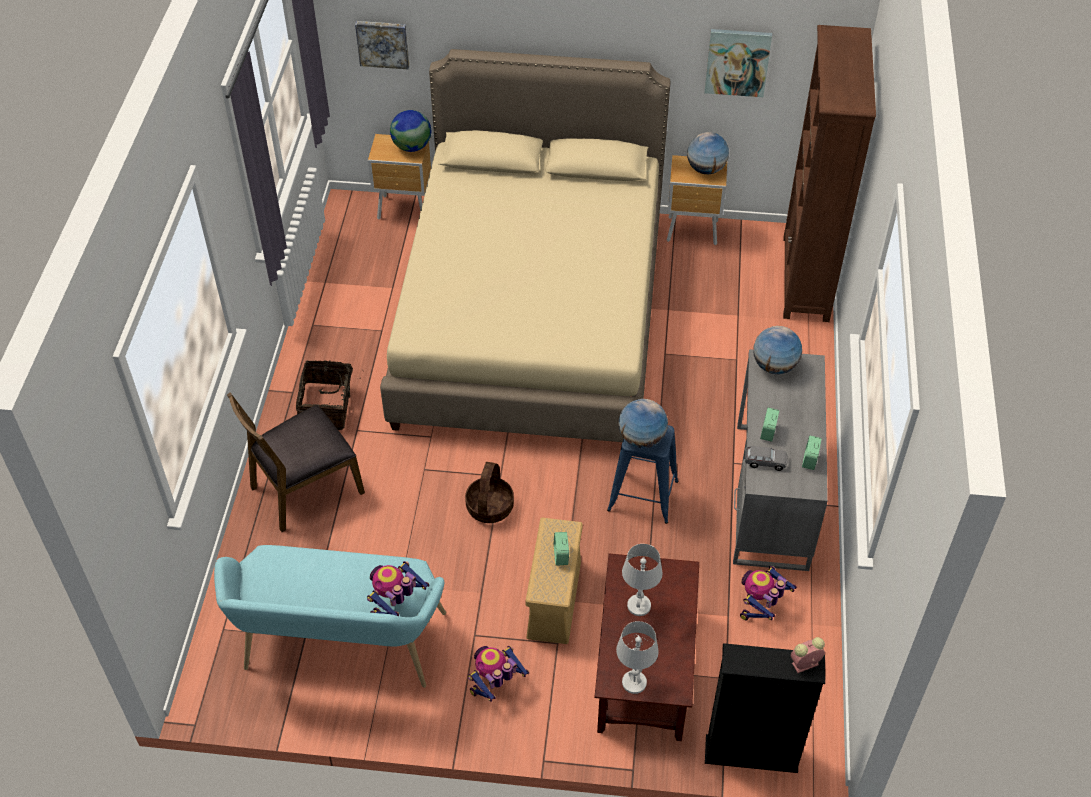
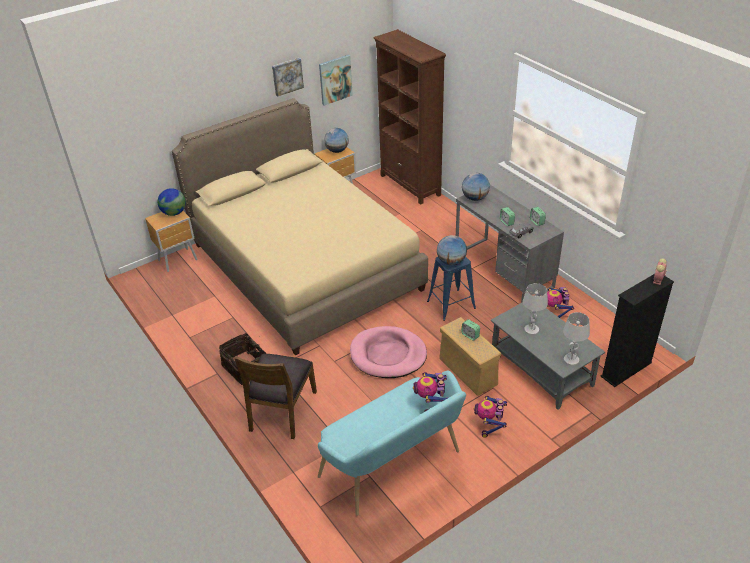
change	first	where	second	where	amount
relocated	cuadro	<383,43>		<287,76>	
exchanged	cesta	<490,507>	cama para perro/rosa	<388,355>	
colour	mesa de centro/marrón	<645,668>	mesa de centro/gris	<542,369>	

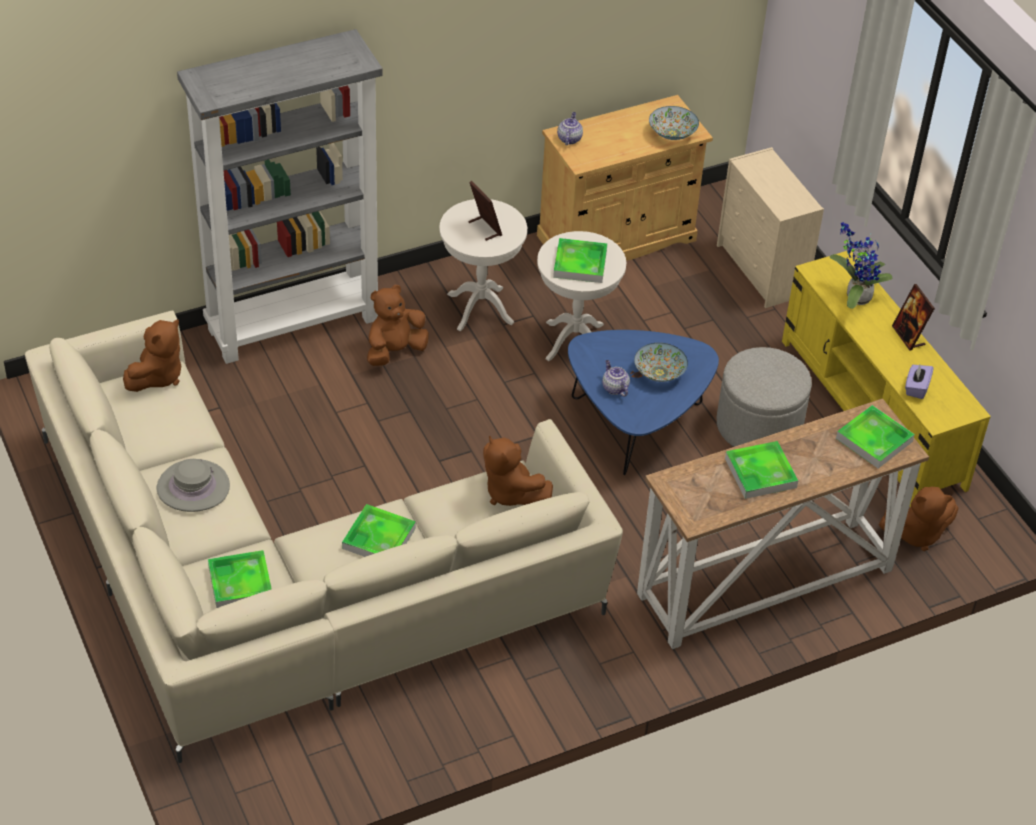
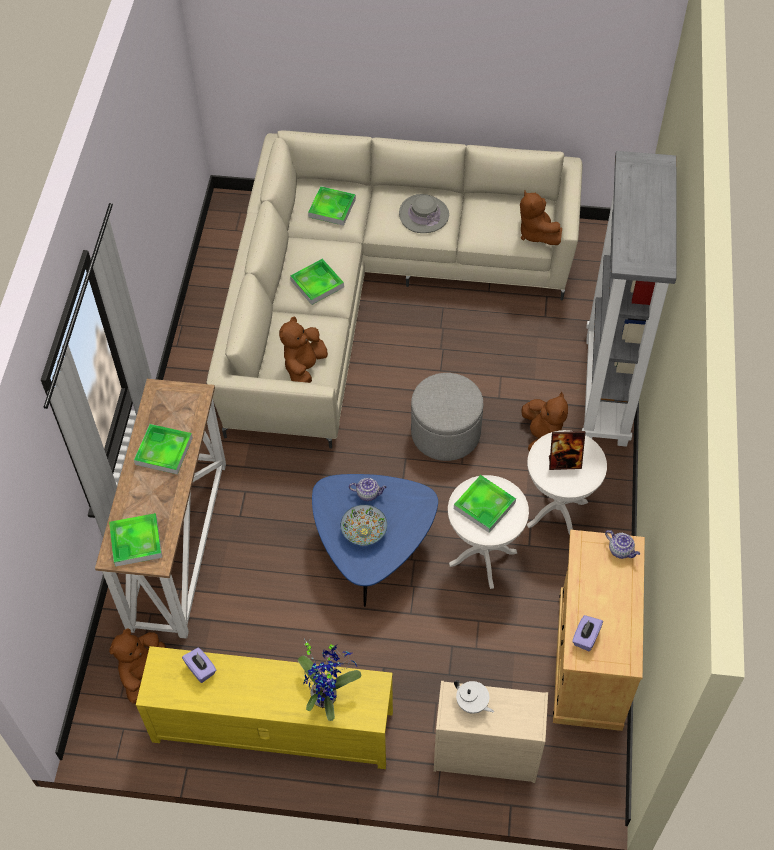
change	first	where	second	where	amount
spun	peluche/marrón	<510,492>		<304,367>	60 degrees counterclockwise
relocated	puf/gris	<759,426>		<445,433>	
appeared			tetera/blanco	<472,704>	
exchanged	cuenco	<672,133>	caja de pañuelos/morado	<585,637>	
missing	portarretratos	<908,336>			

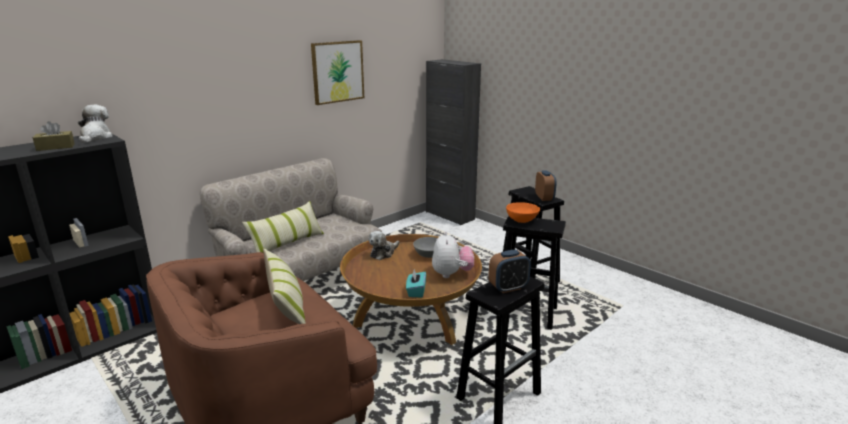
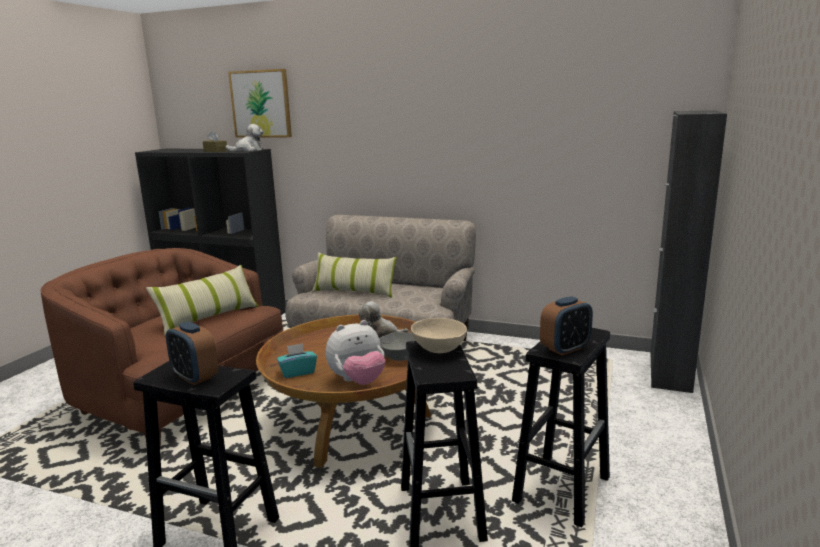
change	first	where	second	where	amount
relocated	cuadro	<337,72>		<261,104>	
colour	cuenco/naranja	<521,220>	cuenco/beis	<439,349>	

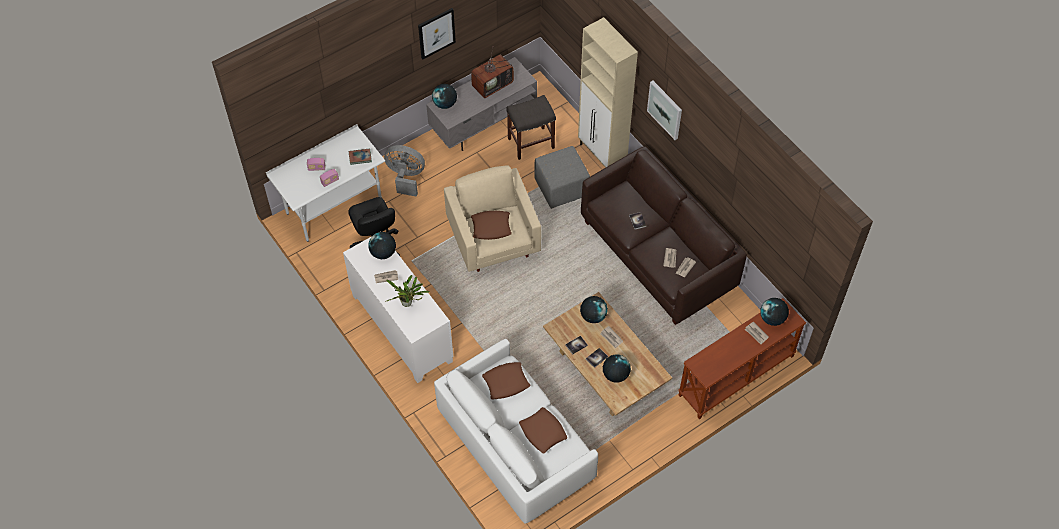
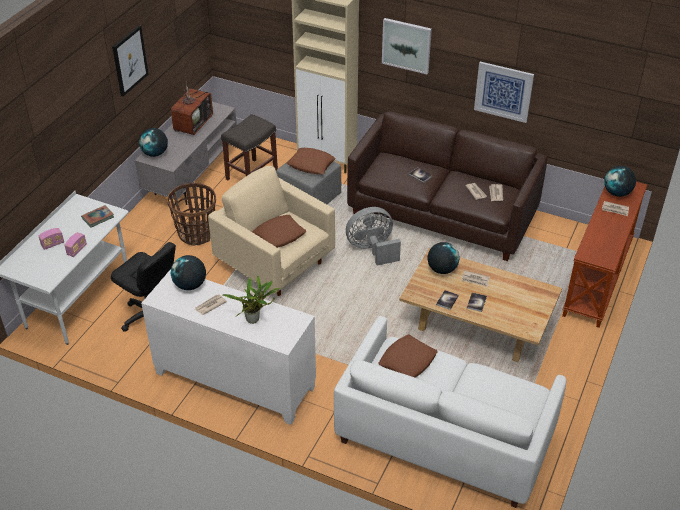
change	first	where	second	where	amount
appeared			cesta	<196,234>	
relocated	cojín/marrón	<542,432>		<311,164>	
relocated	ventilador/gris	<406,177>		<372,249>	
appeared			cuadro	<503,91>	
missing	globo terráqueo	<615,375>			

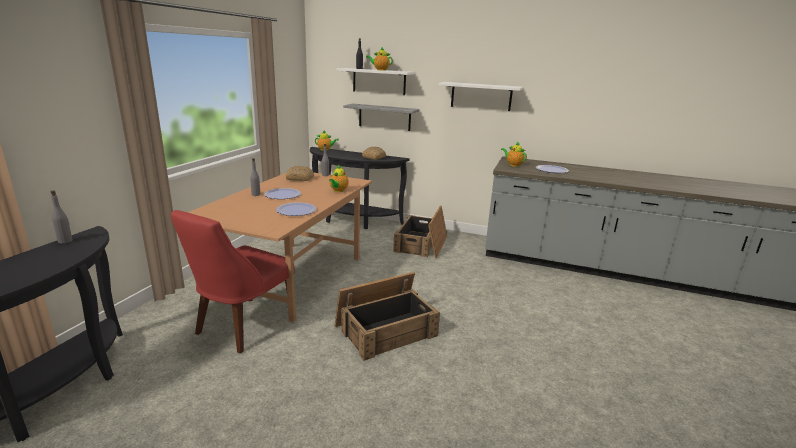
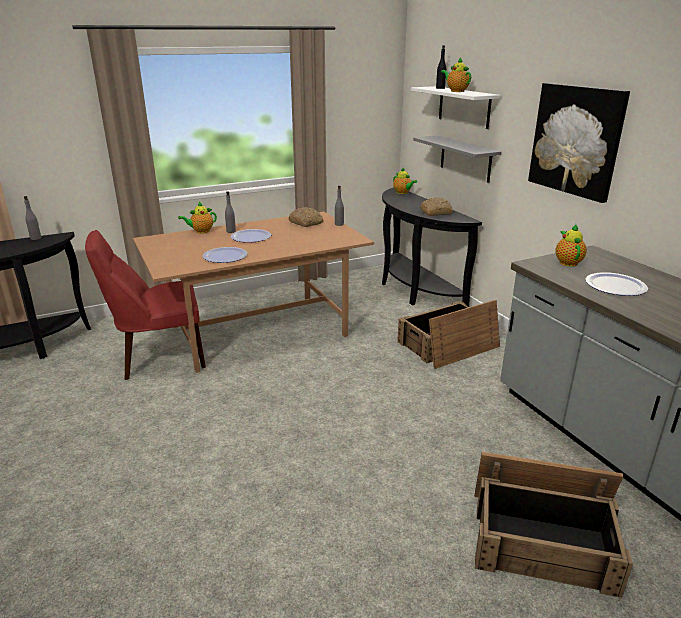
change	first	where	second	where	amount
relocated	tetera	<338,190>		<201,231>	
relocated	caja de embalaje	<386,330>		<542,539>	
exchanged	estante/blanco	<481,96>	cuadro	<576,140>	

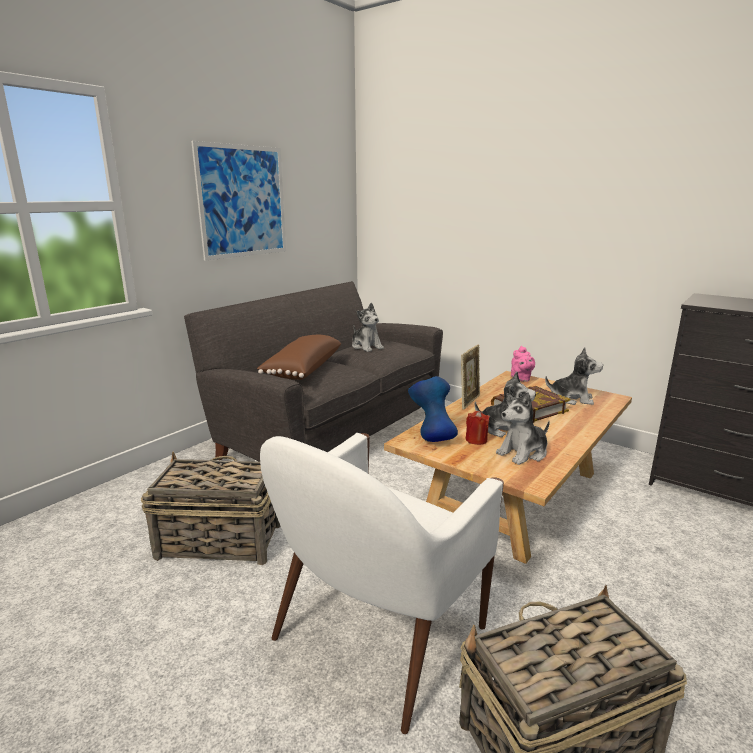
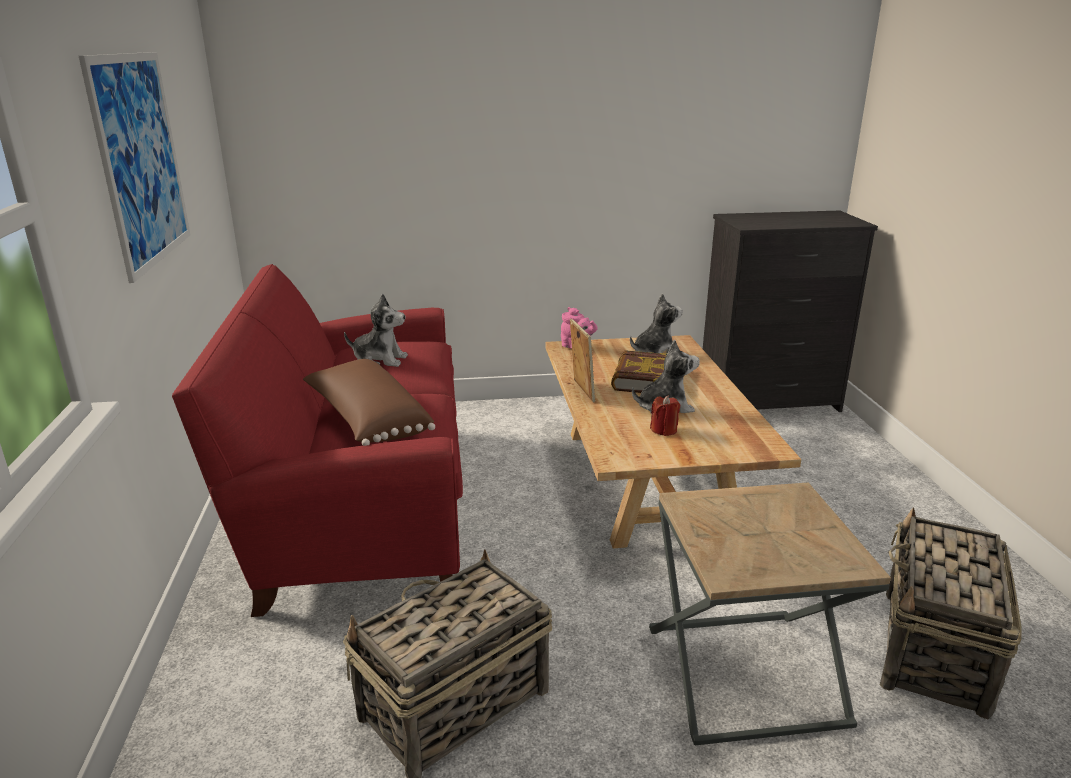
change	first	where	second	where	amount
colour	sofá/gris	<330,434>	sofá/rojo	<361,505>	
exchanged	sillón/blanco	<376,636>	mesa auxiliar/marrón	<744,675>	
missing	florero/azul	<431,438>			
missing	peluche	<523,453>			

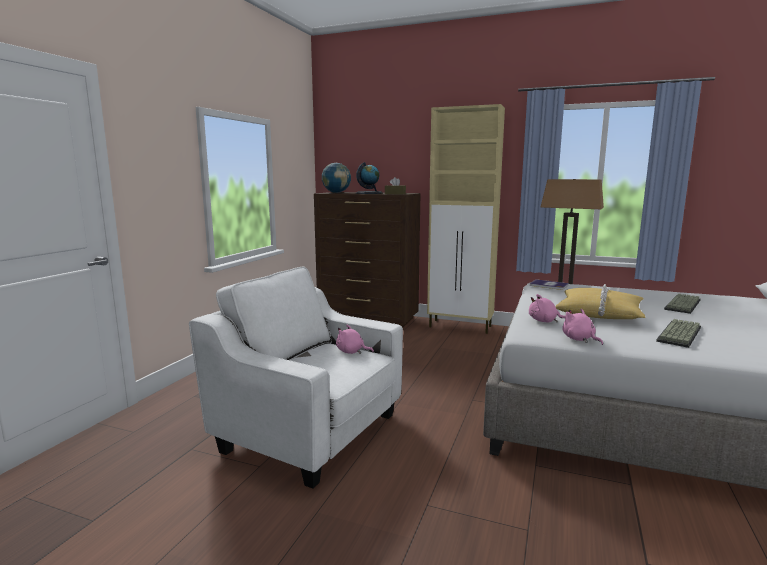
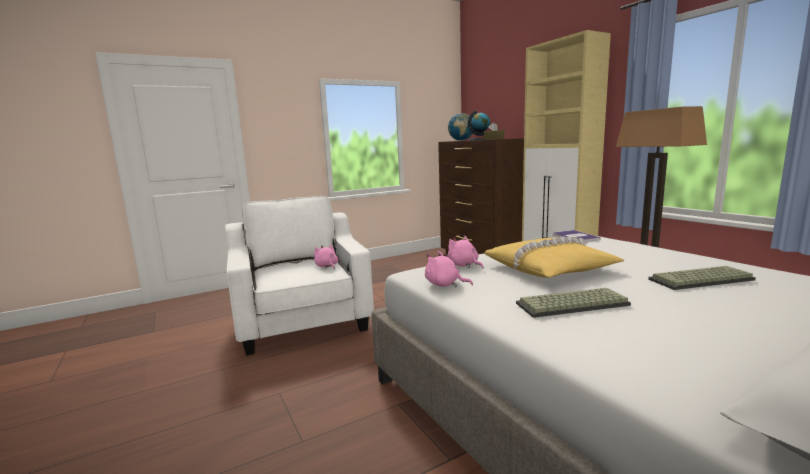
change	first	where	second	where	amount
spun	peluche/rosa	<579,339>		<444,285>	75 degrees counterclockwise

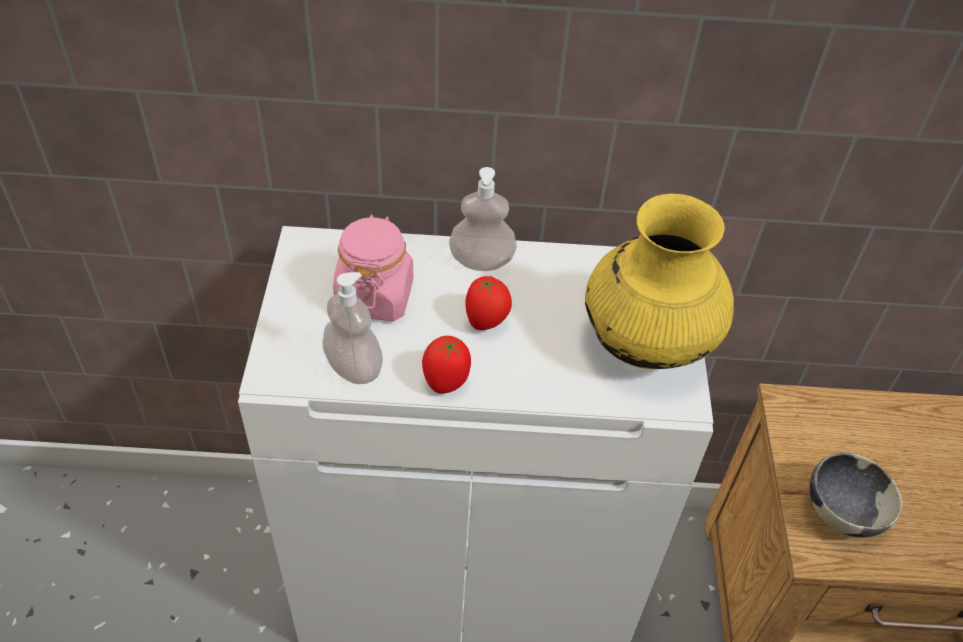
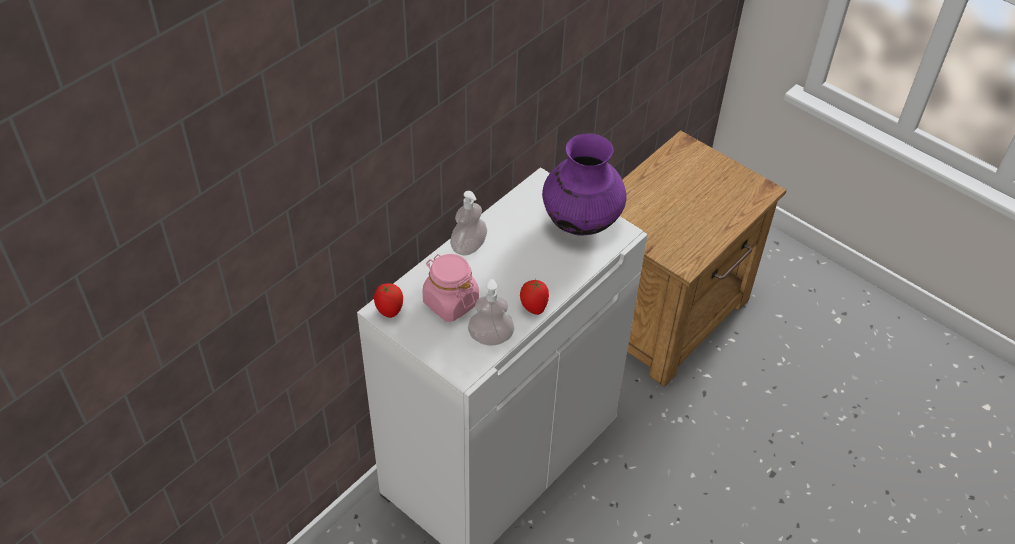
change	first	where	second	where	amount
relocated	tomate	<486,321>		<389,310>	
colour	florero/amarillo	<647,344>	florero/morado	<581,221>	
missing	cuenco	<842,512>			

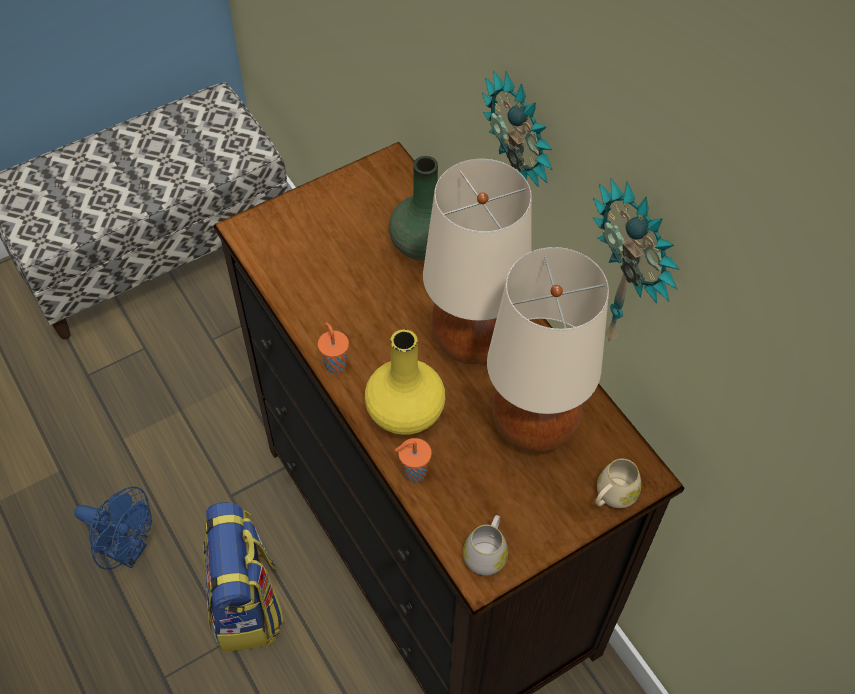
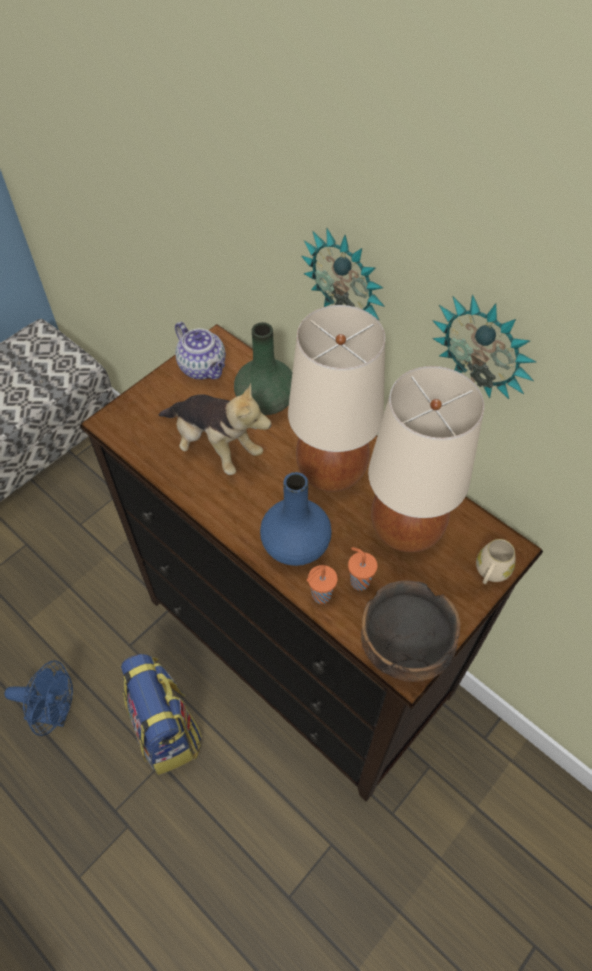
change	first	where	second	where	amount
appeared			peluche	<215,446>	
appeared			tetera	<203,368>	
colour	florero/amarillo	<405,410>	florero/azul	<296,543>	
relocated	taza/naranja	<335,364>		<359,581>	
exchanged	taza grande/blanco	<486,552>	cuenco	<405,648>	

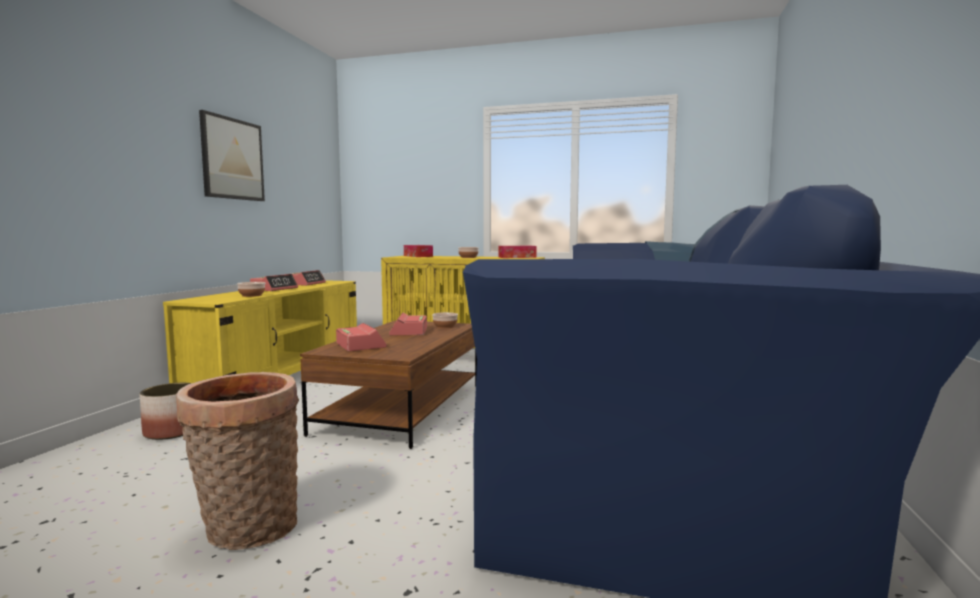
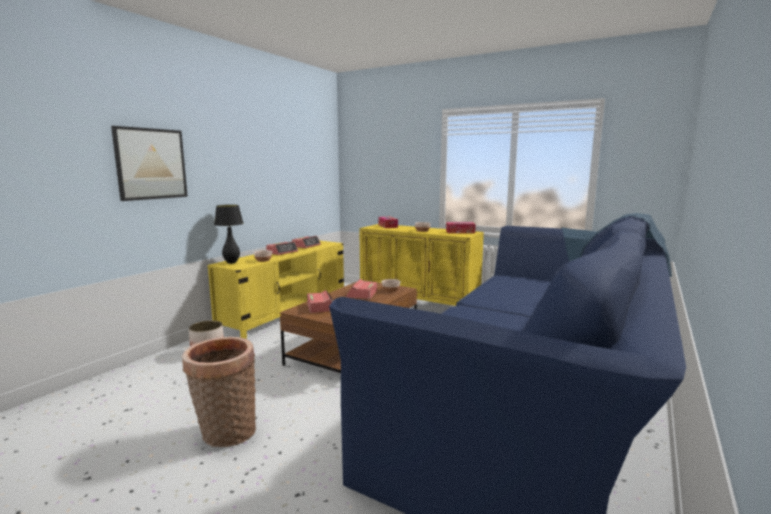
change	first	where	second	where	amount
relocated	cuadro	<232,159>		<151,164>	
appeared			lámpara de mesa/negro	<231,262>	

